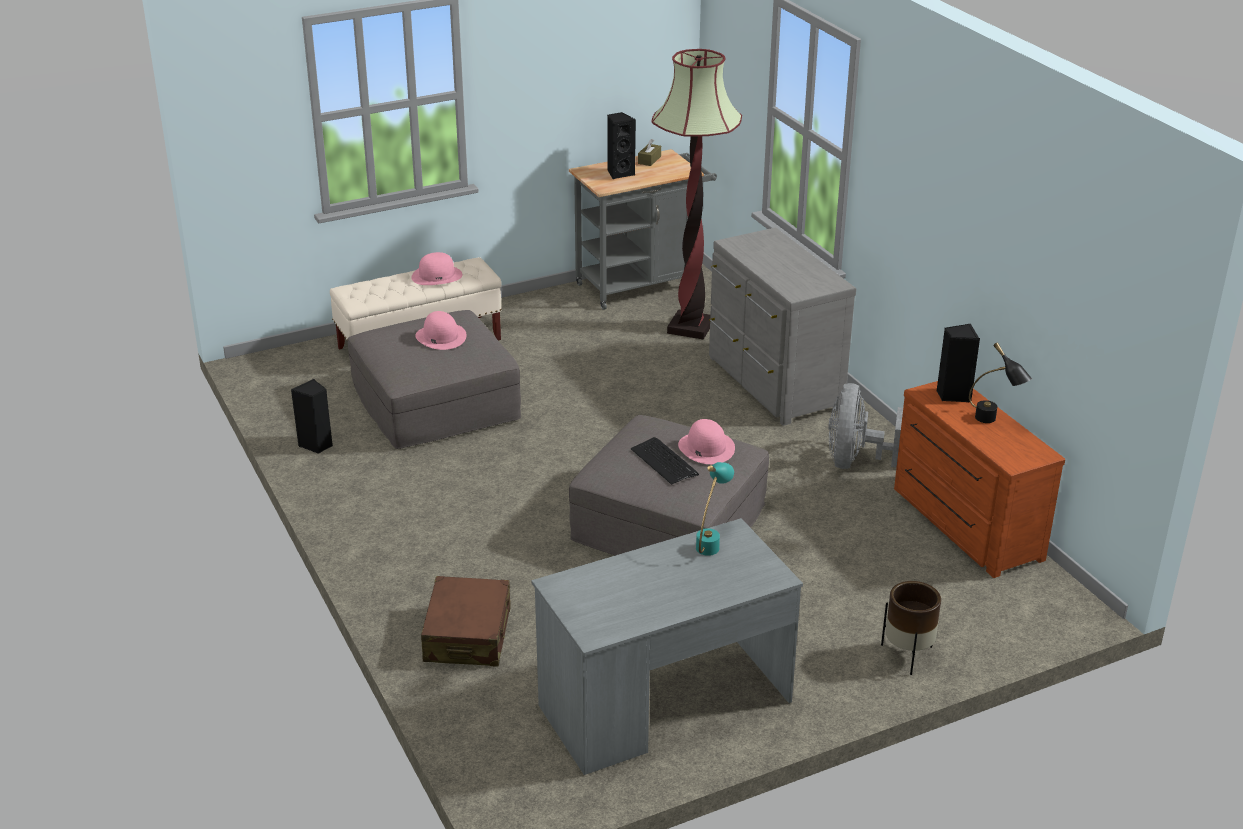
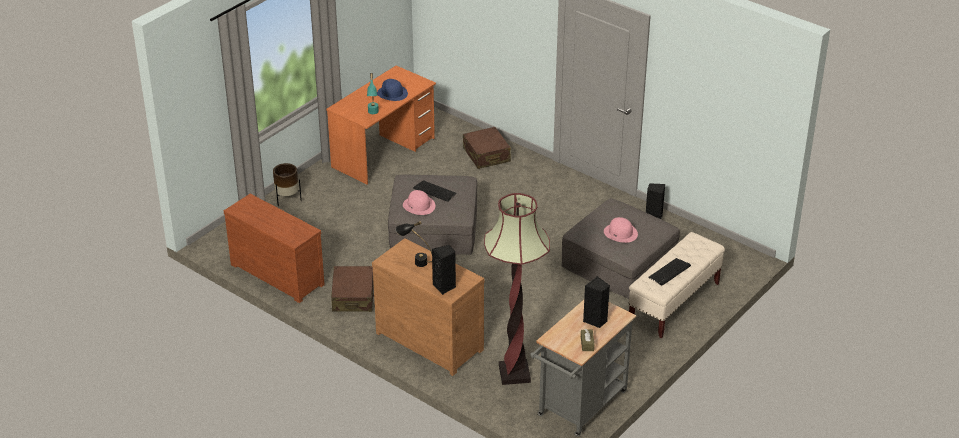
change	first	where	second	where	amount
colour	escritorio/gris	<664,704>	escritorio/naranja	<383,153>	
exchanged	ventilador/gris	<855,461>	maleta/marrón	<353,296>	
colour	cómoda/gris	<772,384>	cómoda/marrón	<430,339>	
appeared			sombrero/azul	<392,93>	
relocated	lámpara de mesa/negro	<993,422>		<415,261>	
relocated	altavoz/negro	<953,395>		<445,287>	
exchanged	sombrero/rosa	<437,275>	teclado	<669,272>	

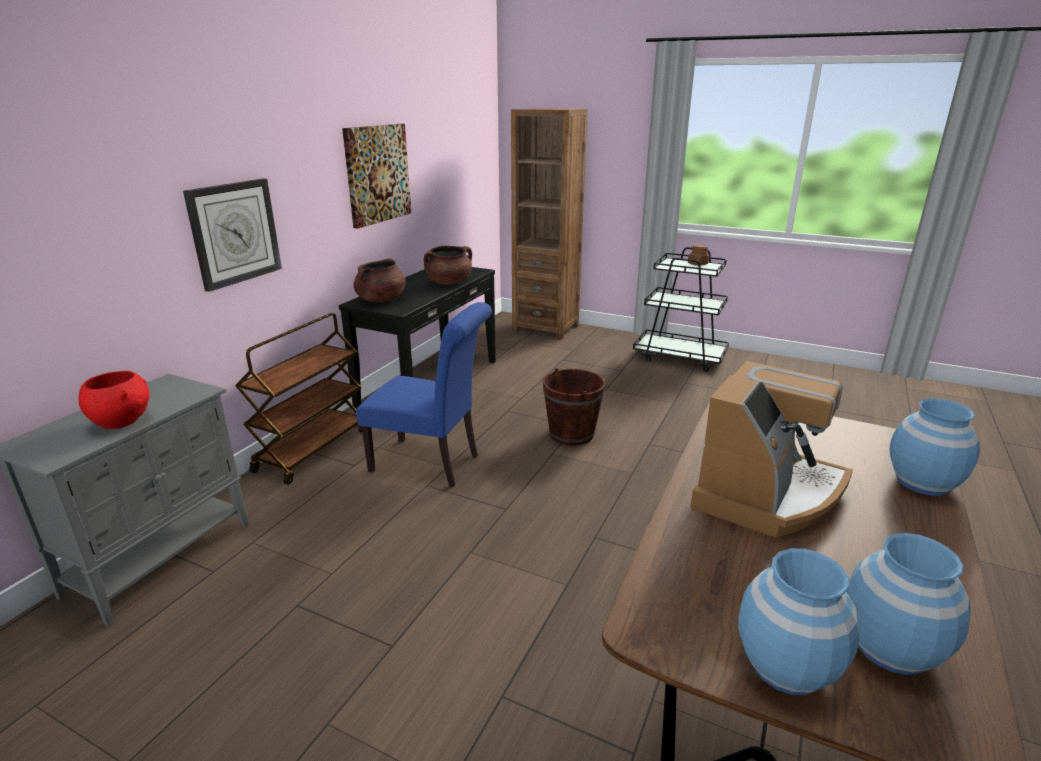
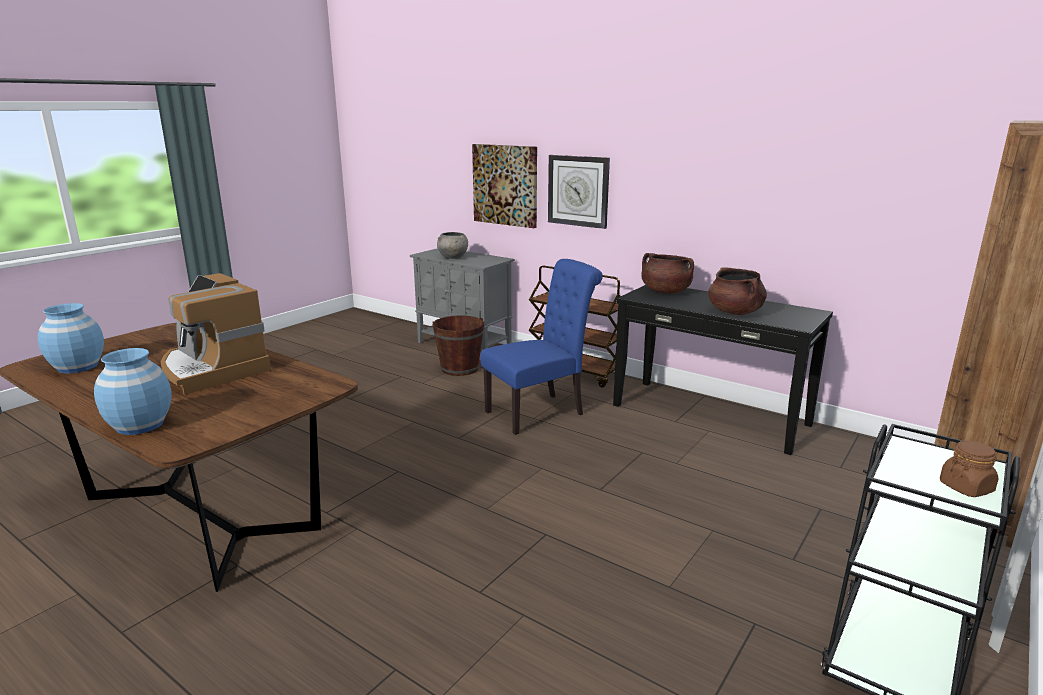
change	first	where	second	where	amount
relocated	cubo/marrón	<571,433>		<460,369>	
colour	cuenco/rojo	<122,421>	cuenco/gris	<453,257>	
relocated	cuadro	<377,174>		<505,185>	
spun	silla/azul	<431,463>		<540,412>	150 degrees counterclockwise
missing	florero/azul	<785,665>			

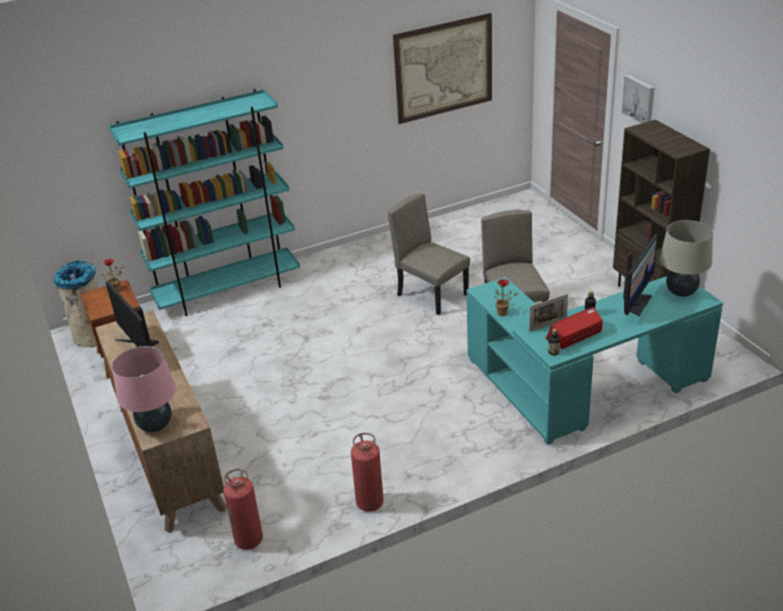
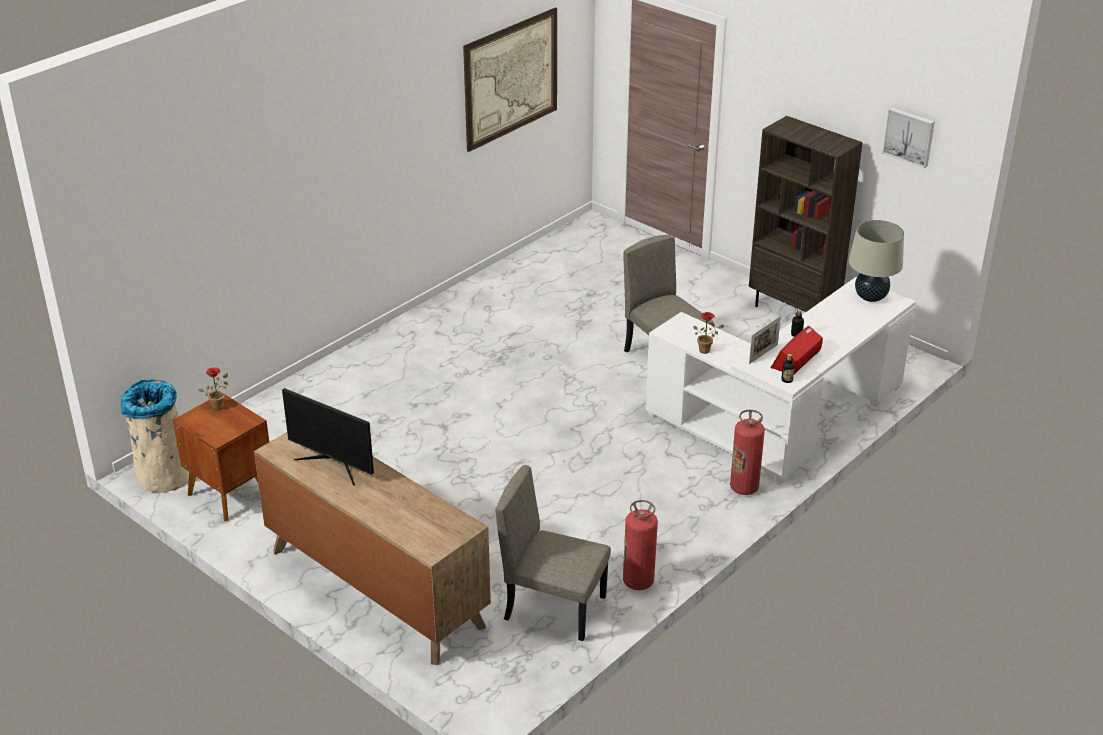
change	first	where	second	where	amount
relocated	silla/beis	<432,295>		<555,607>	
colour	escritorio/turquesa	<583,389>	escritorio/blanco	<784,421>	
relocated	extintor	<249,540>		<744,487>	
relocated	cuadro	<639,100>		<909,136>	
missing	estantería/turquesa	<228,291>			
missing	lámpara de mesa/rosa	<155,425>			
missing	monitor	<635,303>			

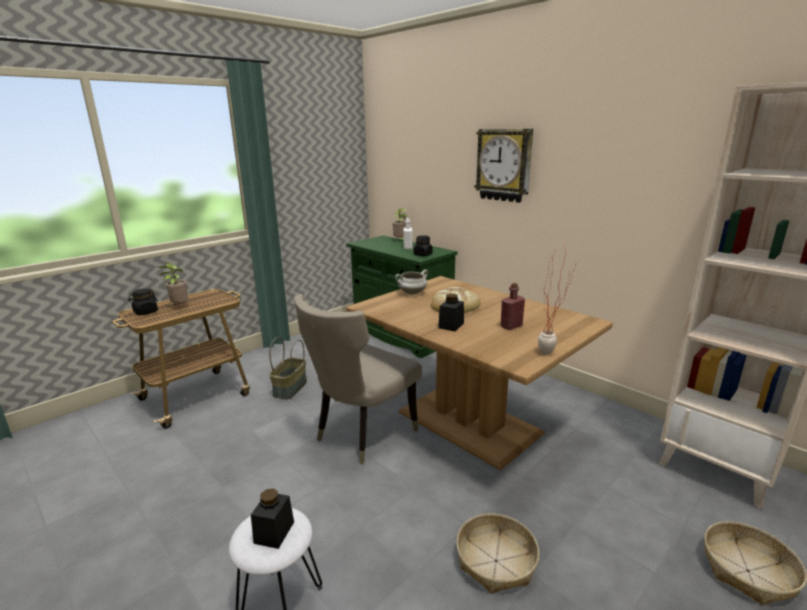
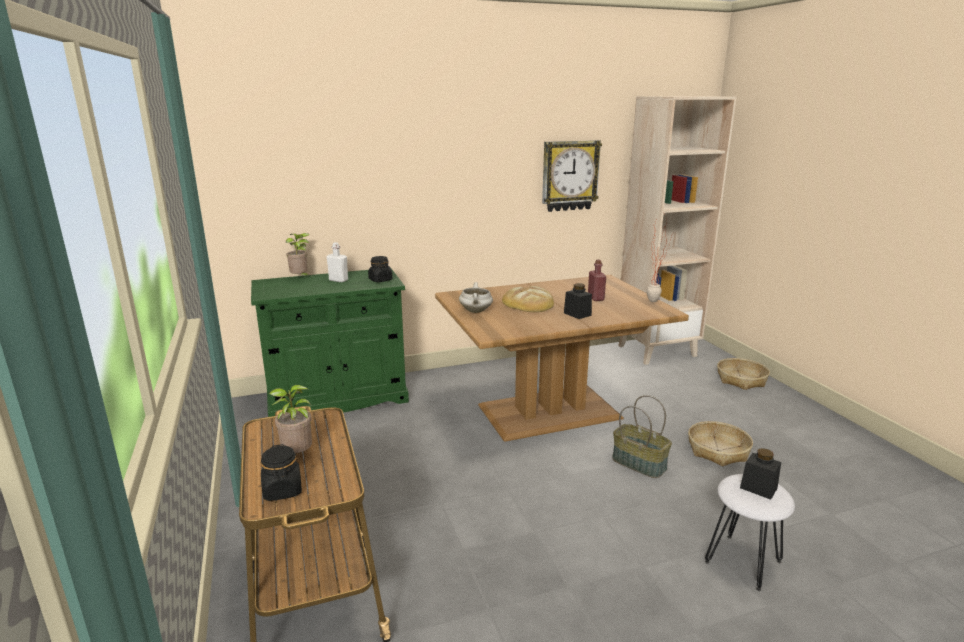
change	first	where	second	where	amount
relocated	reloj de pared	<504,165>		<569,175>	
relocated	cesta	<290,388>		<640,463>	
missing	silla/beis	<361,434>			

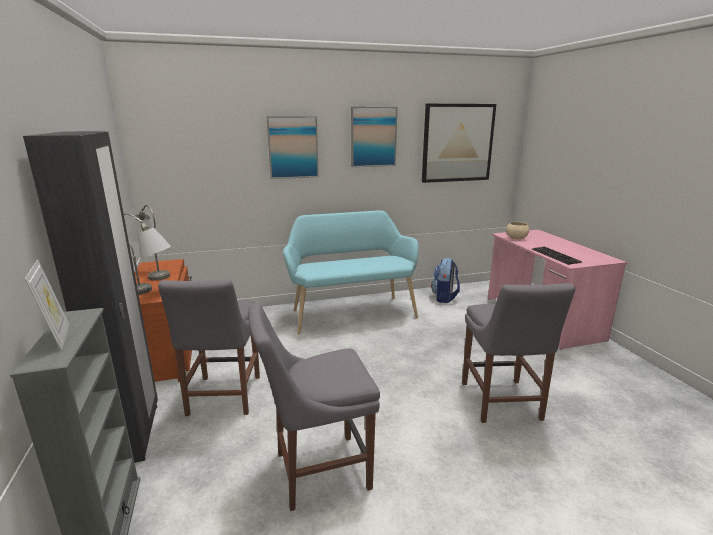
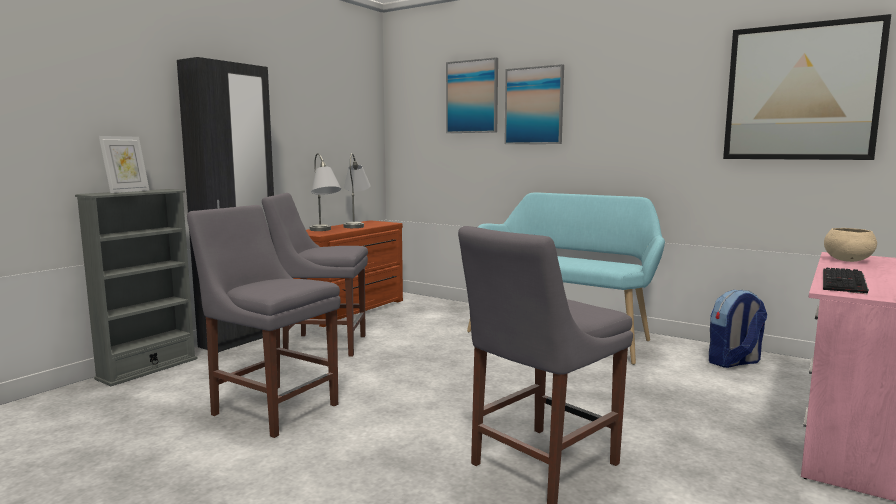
change	first	where	second	where	amount
spun	silla/gris	<223,398>		<321,344>	45 degrees clockwise
relocated	cuadro	<373,137>		<472,97>	

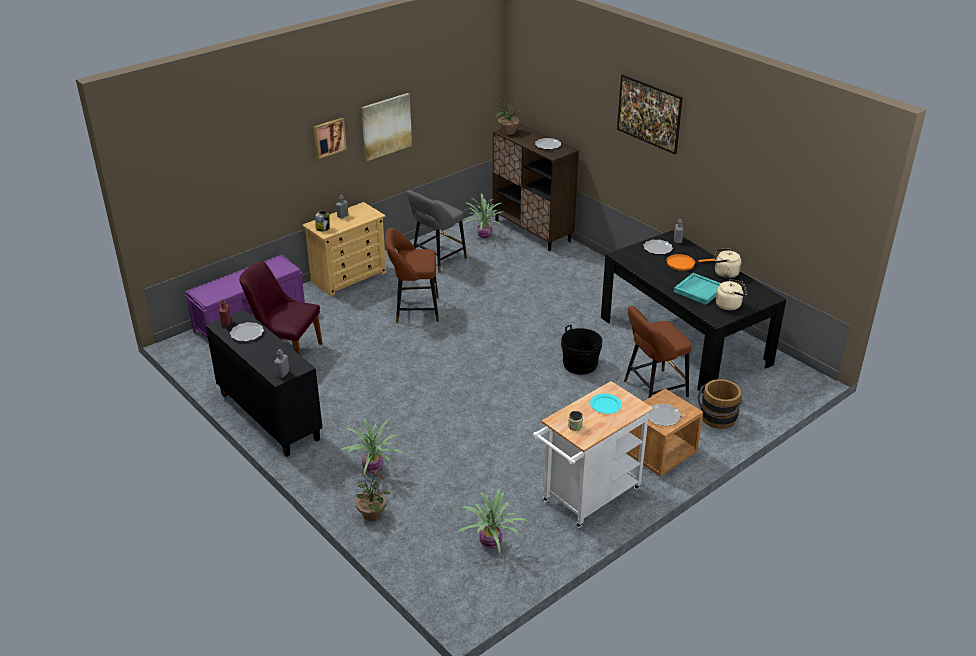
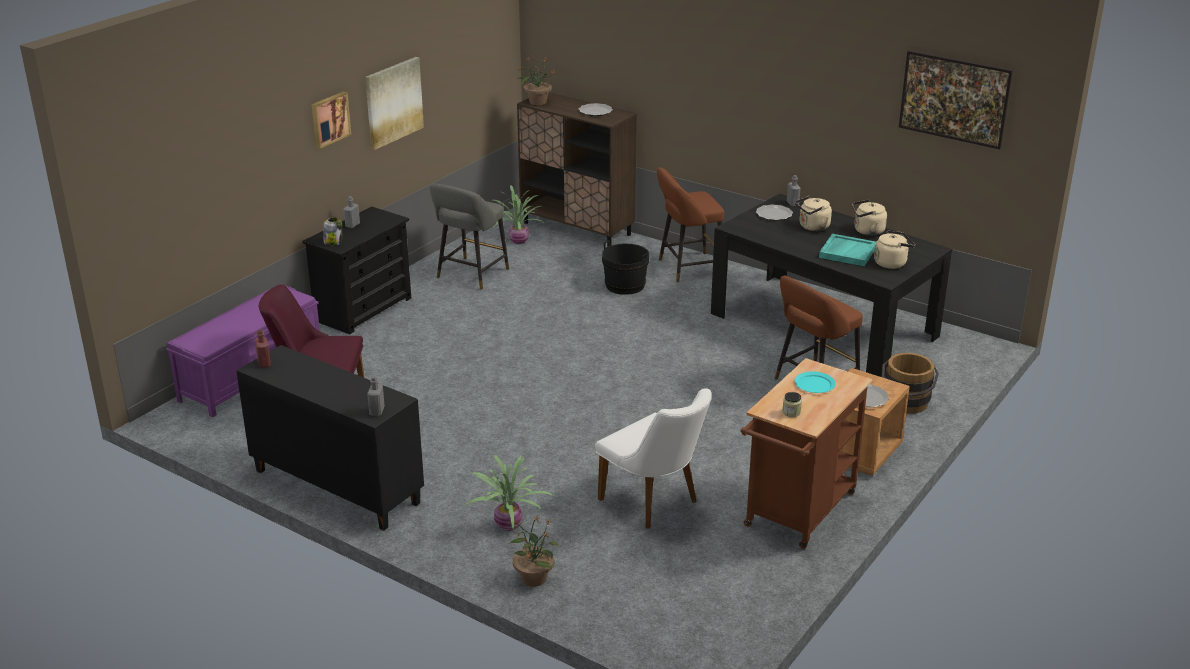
change	first	where	second	where	amount
colour	cómoda/beis	<349,277>	cómoda/negro	<364,309>	
appeared			silla/blanco	<655,503>	
relocated	cubo/negro	<580,364>		<625,285>	
relocated	taburete/marrón	<414,310>		<687,268>	
colour	carrito/blanco	<587,498>	carrito/marrón	<797,514>	
exchanged	sartén/naranja	<682,264>	hervidor/beis	<812,227>	
relocated	cuadro	<648,127>		<951,118>	
missing	plato	<247,333>			
missing	planta en maceta	<490,544>			

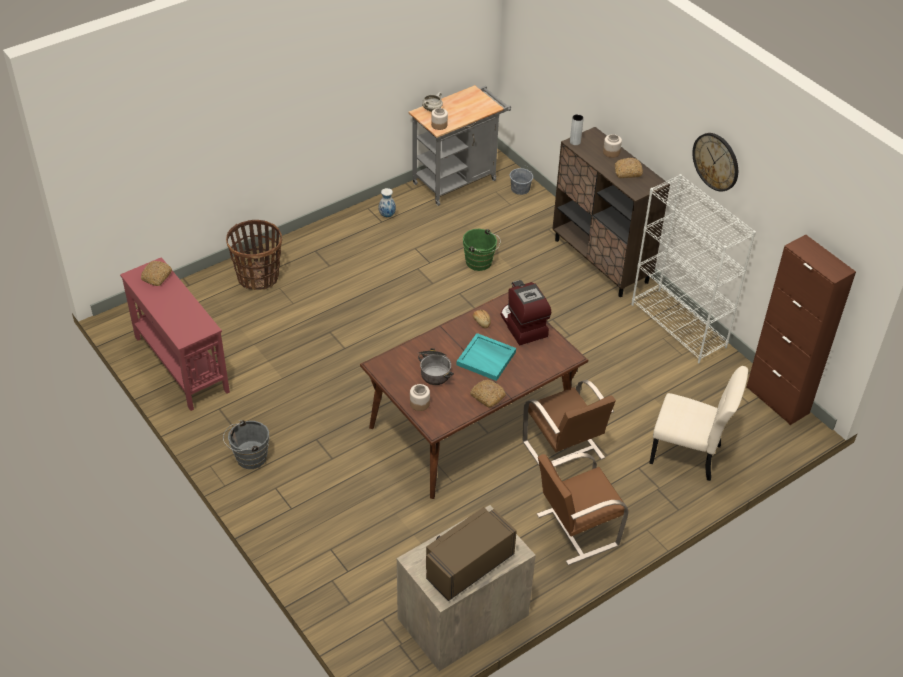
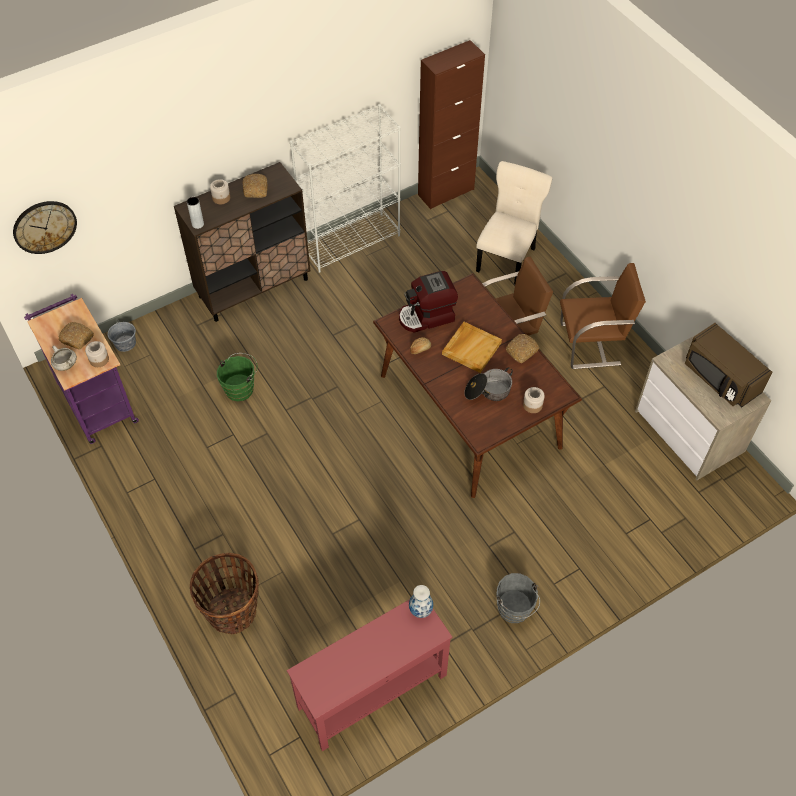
change	first	where	second	where	amount
relocated	reloj de pared	<716,161>		<44,226>	
colour	carrito/gris	<458,179>	carrito/morado	<95,399>	
relocated	pan	<156,277>		<77,338>	
relocated	florero	<387,215>		<421,610>	
colour	bandeja/turquesa	<486,358>	bandeja/beis	<471,348>	
spun	silla/marrón	<575,530>		<591,344>	75 degrees counterclockwise

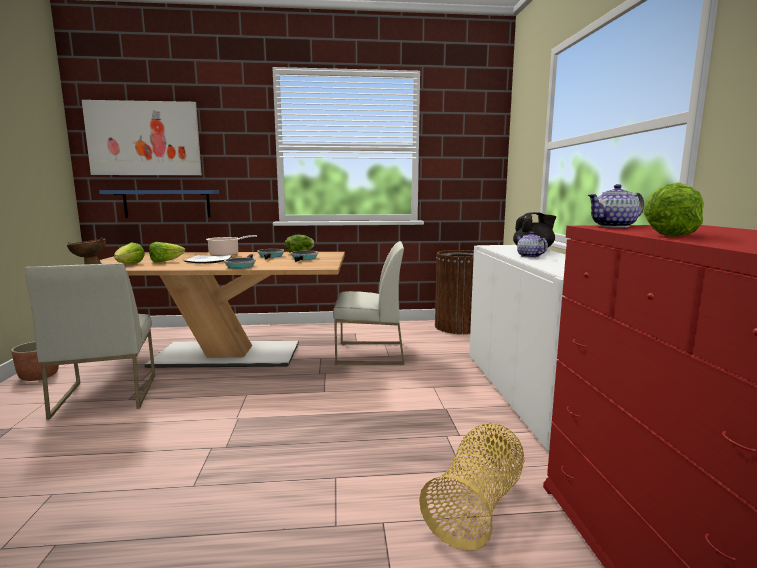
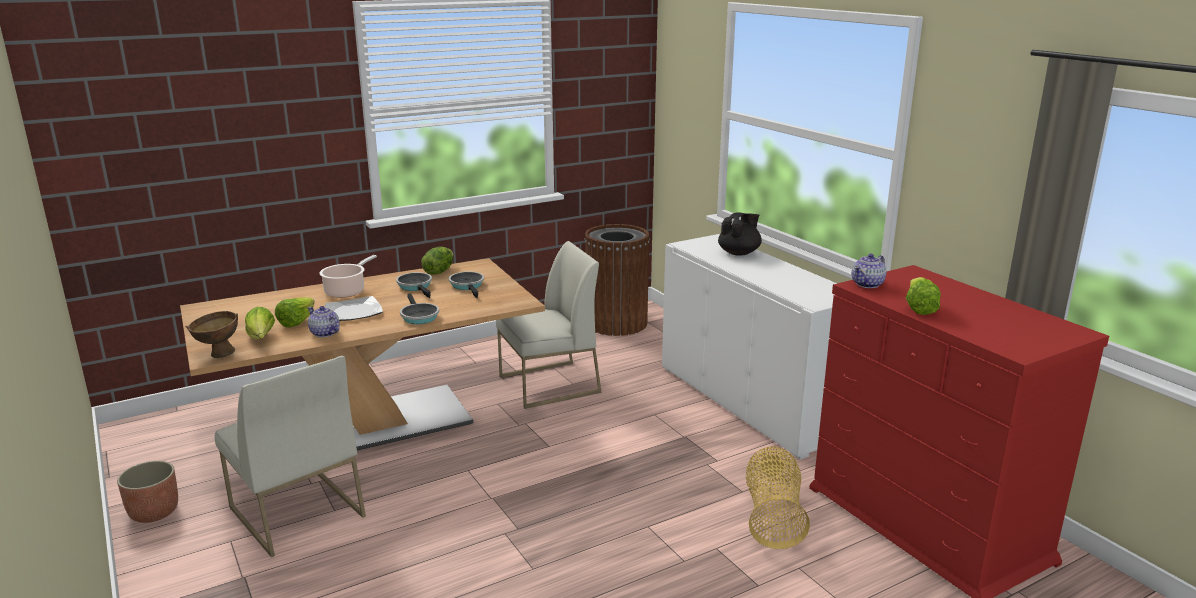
change	first	where	second	where	amount
relocated	tetera	<530,256>		<324,333>	
missing	cuadro	<144,138>			
missing	estante/azul	<167,203>			

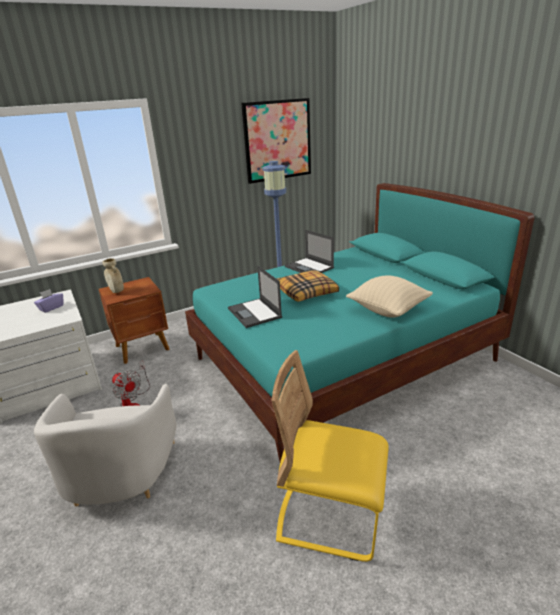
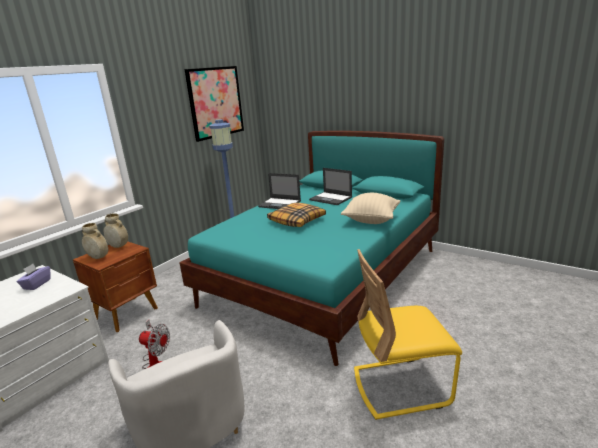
change	first	where	second	where	amount
appeared			florero/beis	<118,246>	
relocated	portátil	<255,313>		<331,198>	

